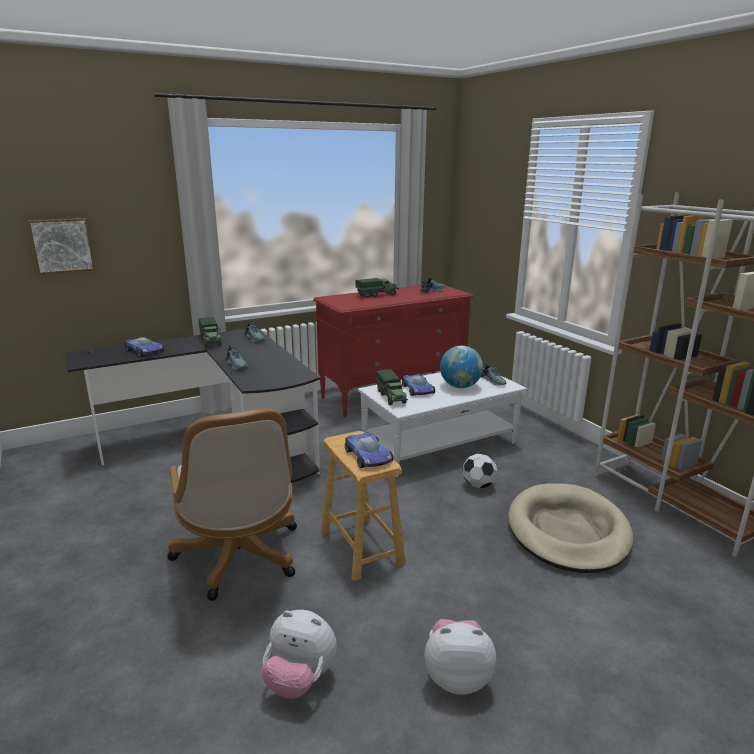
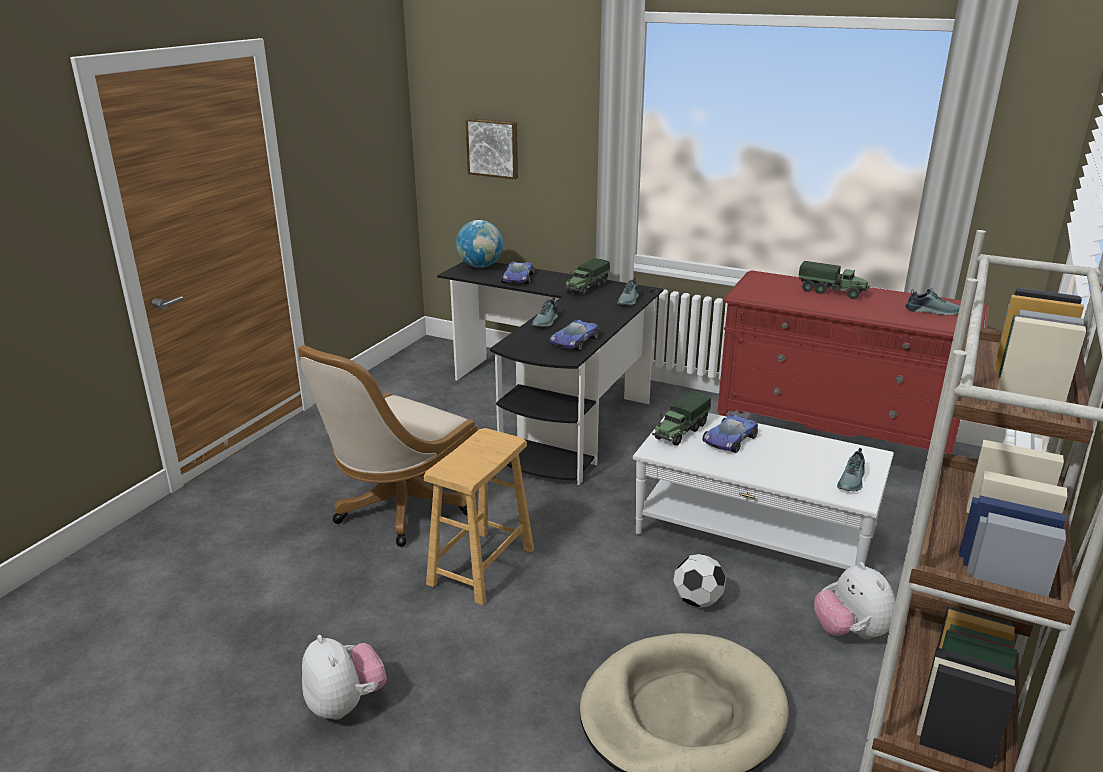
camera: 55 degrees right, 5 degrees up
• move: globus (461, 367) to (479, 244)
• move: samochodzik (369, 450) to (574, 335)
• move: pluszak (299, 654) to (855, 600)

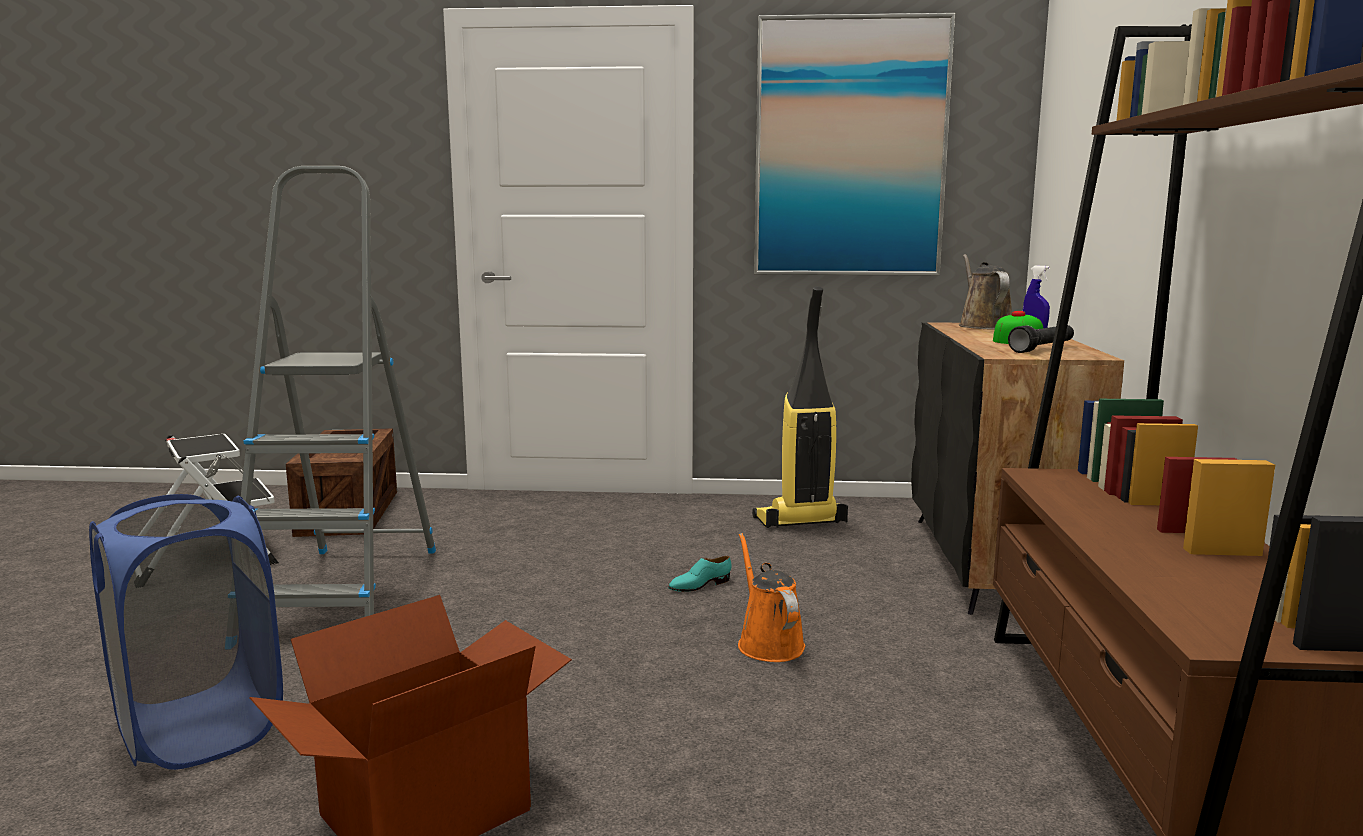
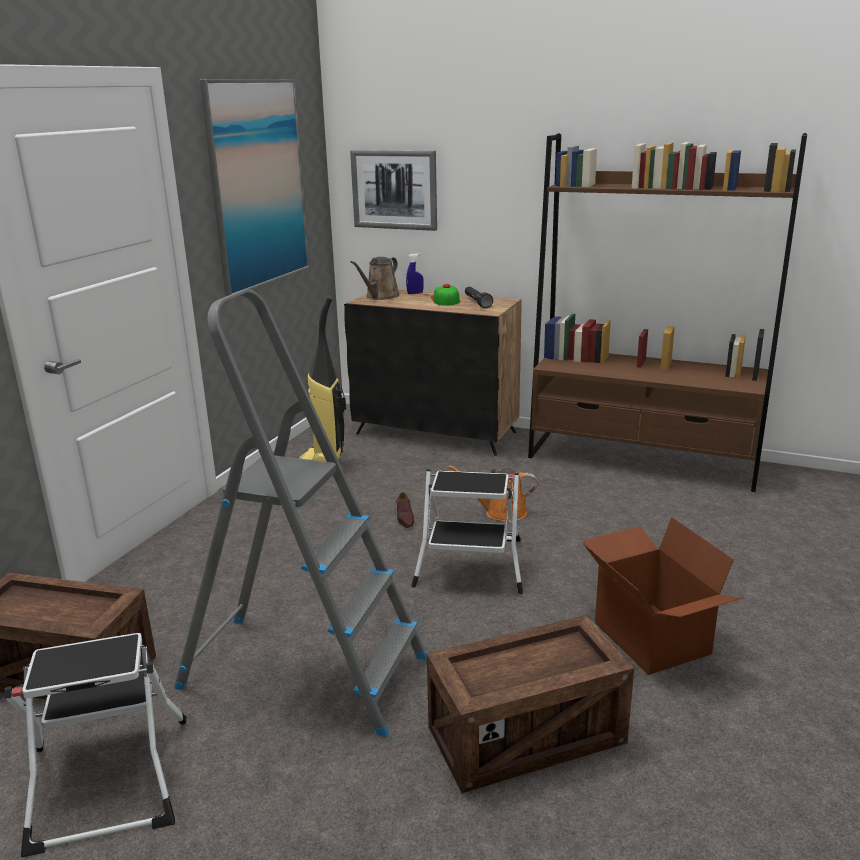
camera: 70 degrees left, 10 degrees up
• insert: obraz (393, 190)
• rotate: konewka [brązowy] (985, 292) = (375, 278) 75 degrees counterclockwise
• recolor: but [turkusowy] (699, 574) to but [brązowy] (405, 510)
• insert: drabinka (467, 531)
• replace: kosz na pranie [niebieski] (186, 632) to skrzynka (530, 704)

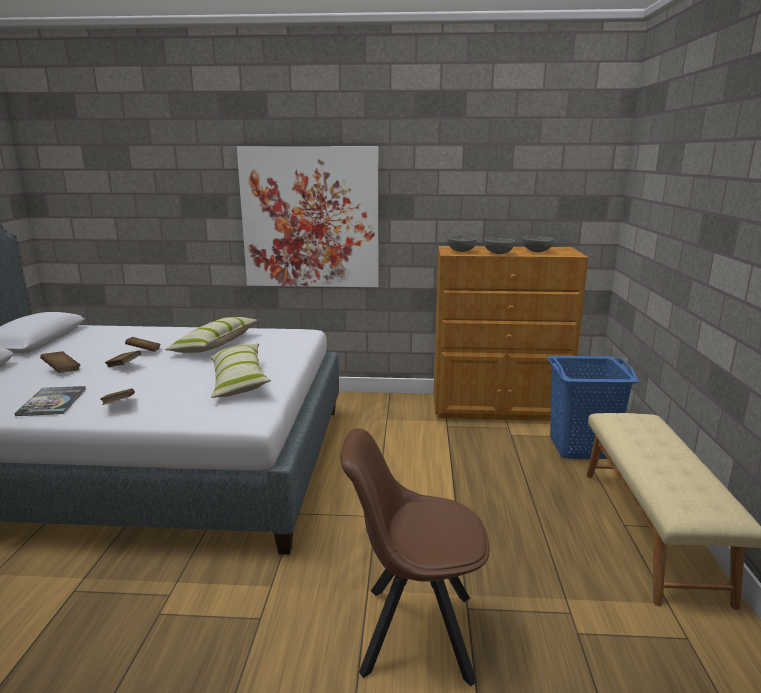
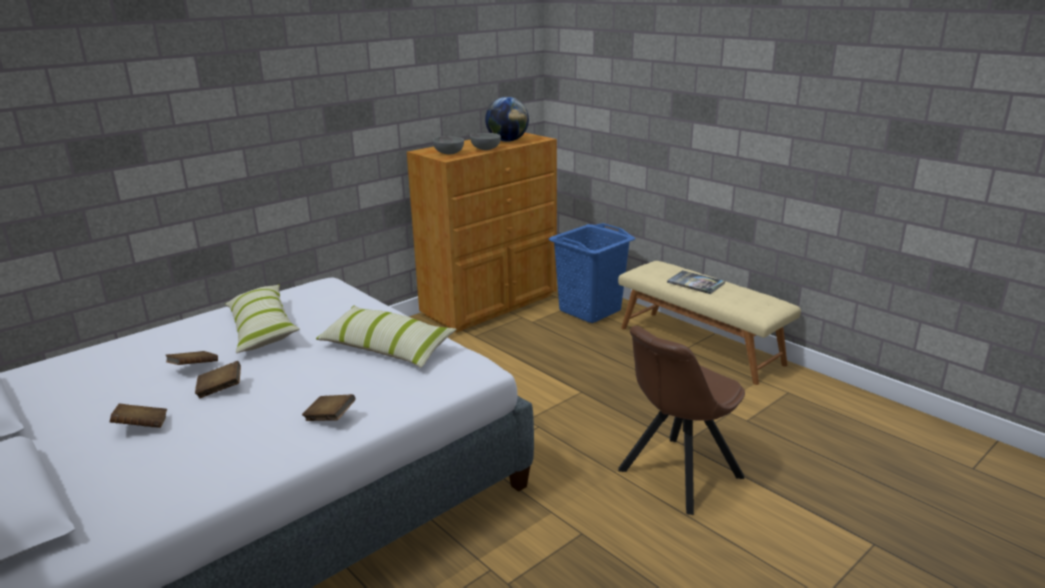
camera: 45 degrees left, 5 degrees up
• replace: miska [szary] (538, 244) to globus (507, 119)
• move: książka (50, 401) to (696, 282)
• delete: obraz (308, 216)

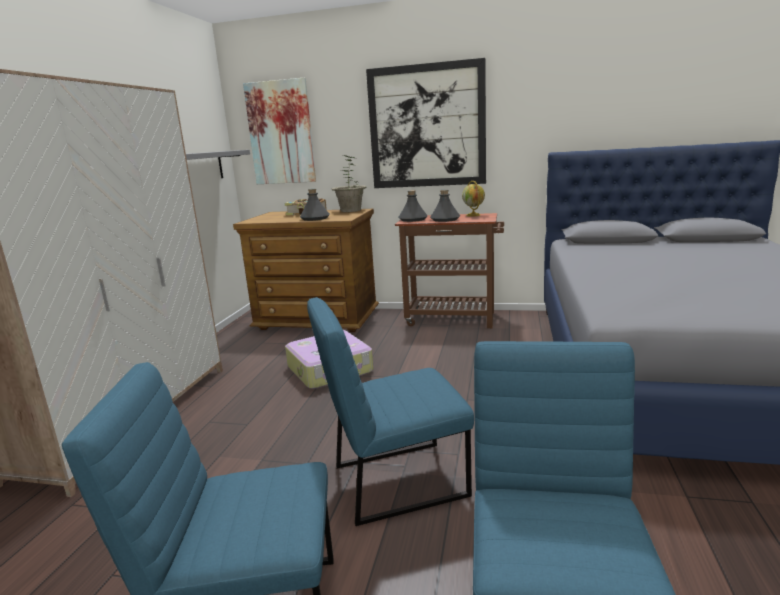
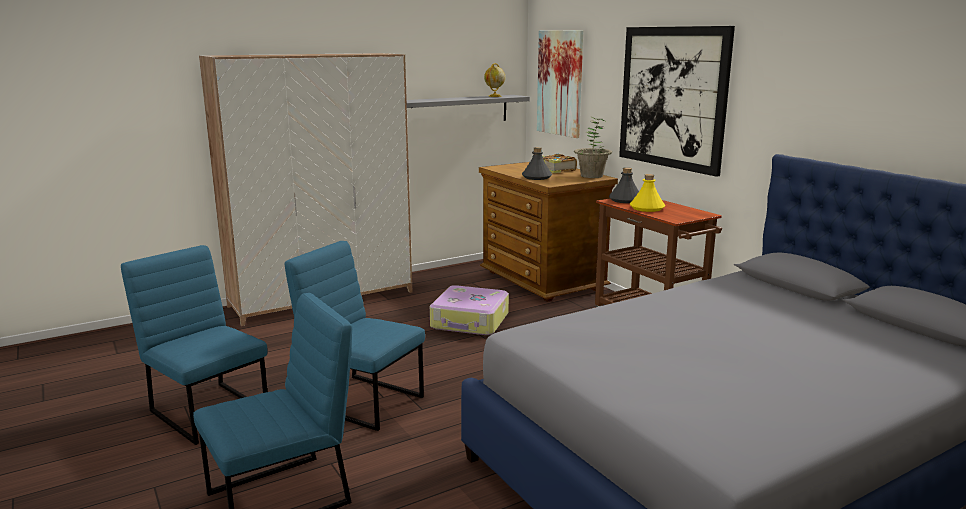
camera: 45 degrees right, 0 degrees up
• move: globus (473, 198) to (494, 80)
• recolor: butelka [szary] (445, 206) to butelka [żółty] (647, 193)

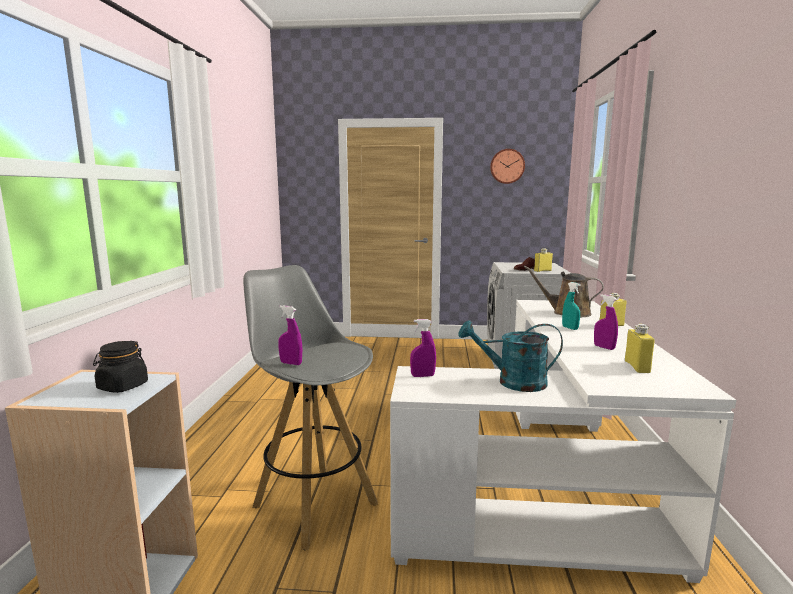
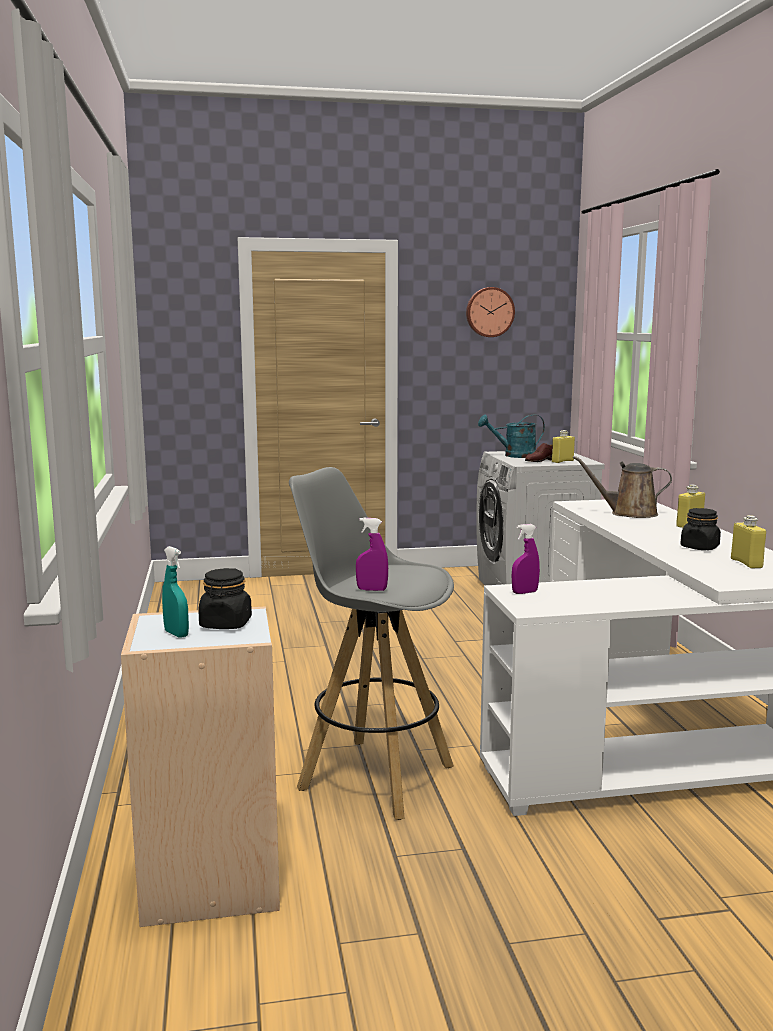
camera: 15 degrees left, 0 degrees up
• move: spryskiwacz [turkusowy] (571, 306) to (175, 592)
• move: konewka [turkusowy] (510, 356) to (511, 436)
• replace: spryskiwacz [fioletowy] (606, 322) to słoik [czarny] (700, 529)

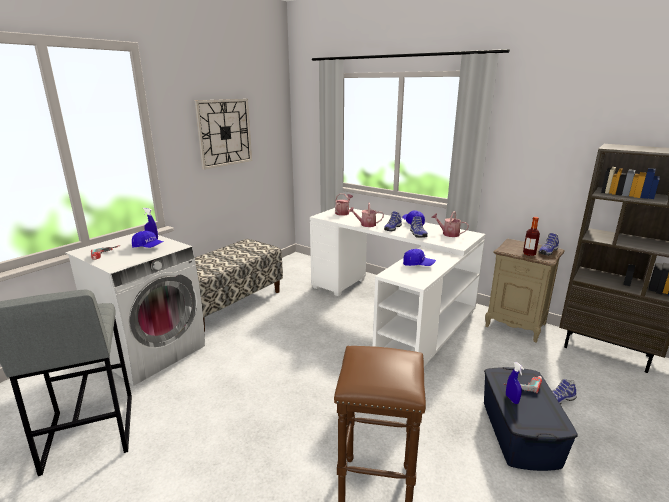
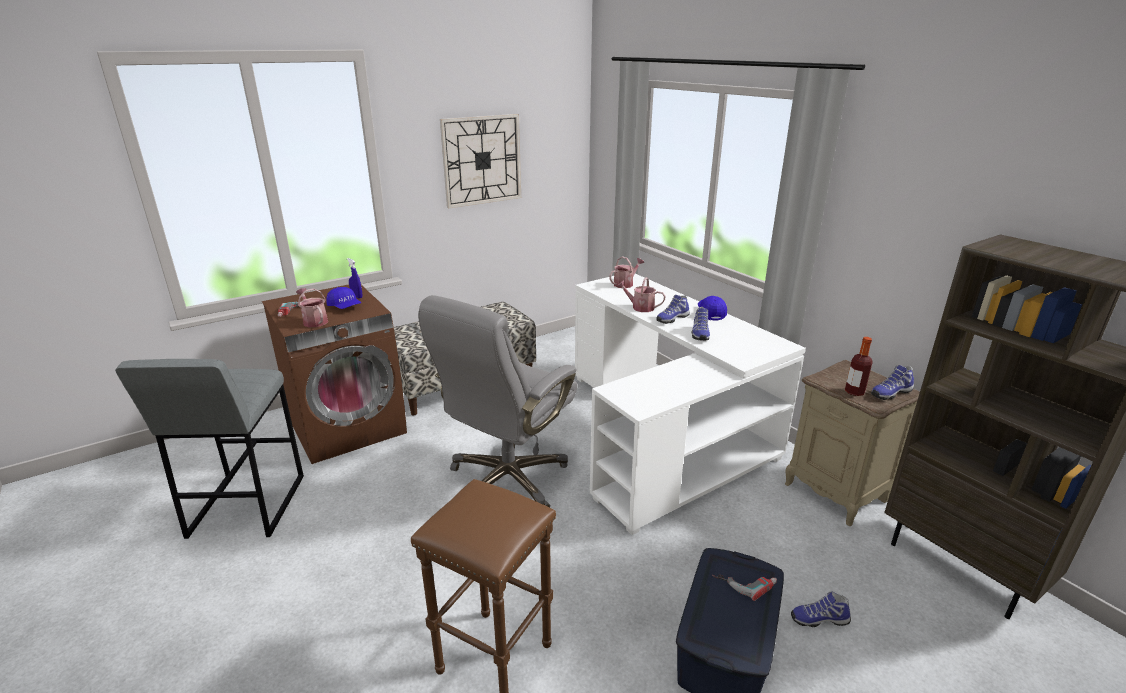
camera: 20 degrees right, 5 degrees up
• recolor: pralka [biały] (135, 308) to pralka [brązowy] (334, 374)
• move: konewka (450, 224) to (312, 307)
• insert: krzesło biurowe [szary] (498, 401)
• delete: czapka z daszkiem [niebieski] (419, 257)
• delete: spryskiwacz [niebieski] (515, 383)

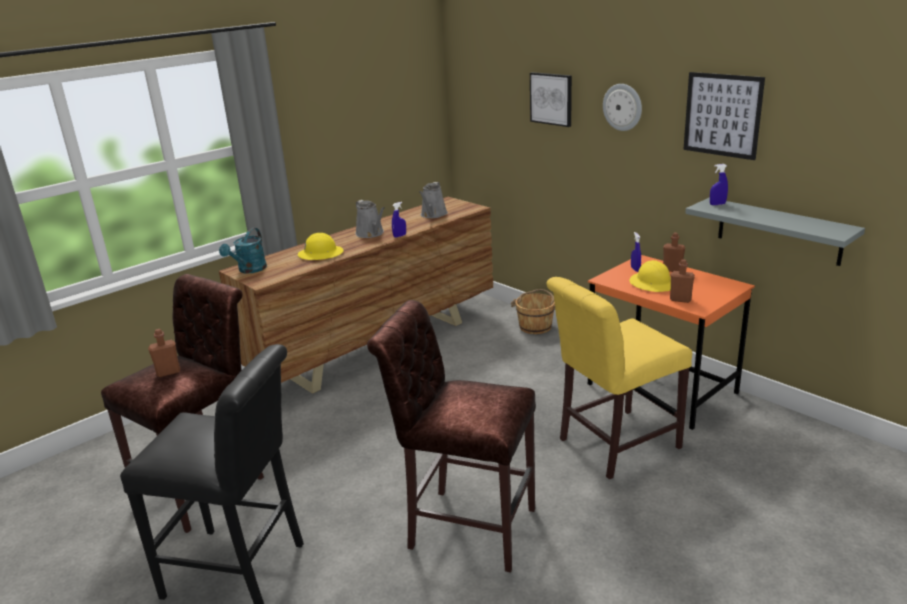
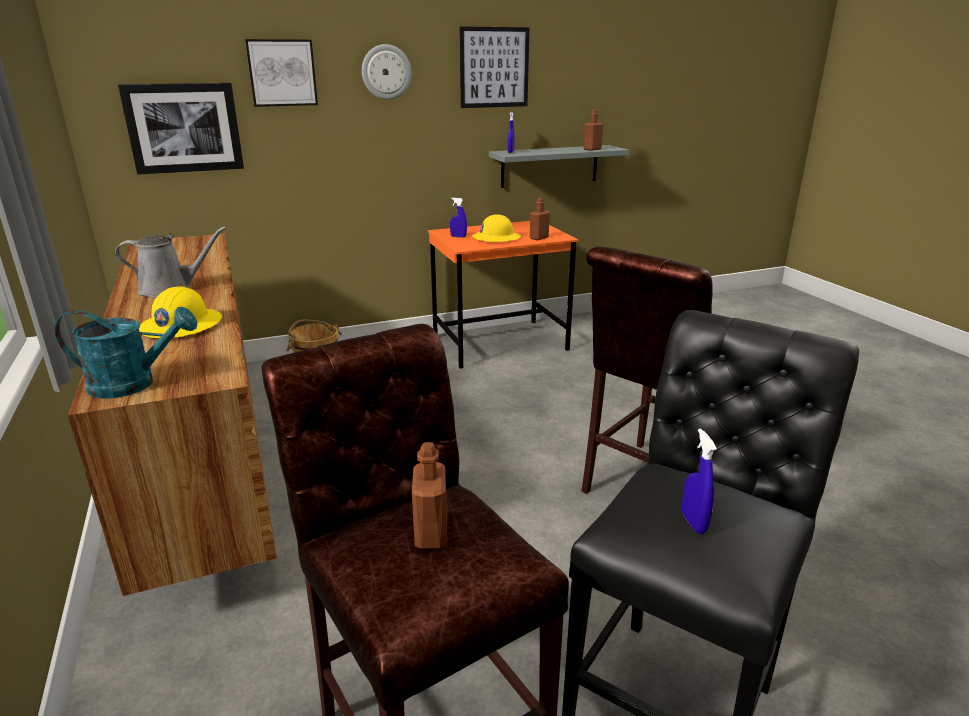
camera: 70 degrees left, 0 degrees up
• rotate: konewka [turkusowy] (243, 251) = (126, 353) 45 degrees counterclockwise
• insert: obraz (181, 129)
• move: butelka [brązowy] (674, 252) to (593, 130)
• move: spryskiwacz [niebieski] (399, 220) to (699, 481)
• delete: konewka [szary] (433, 200)
• delete: krzesło [żółty] (619, 378)

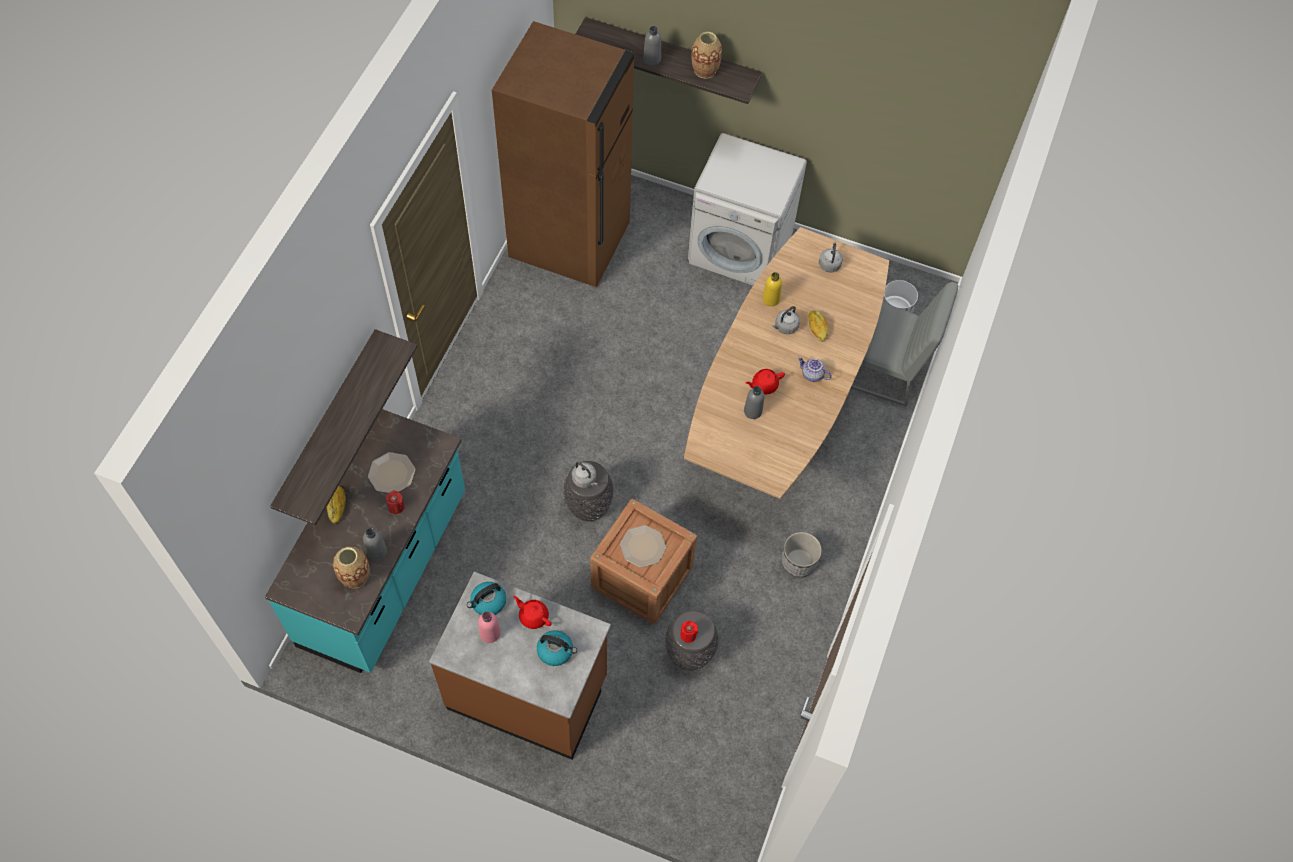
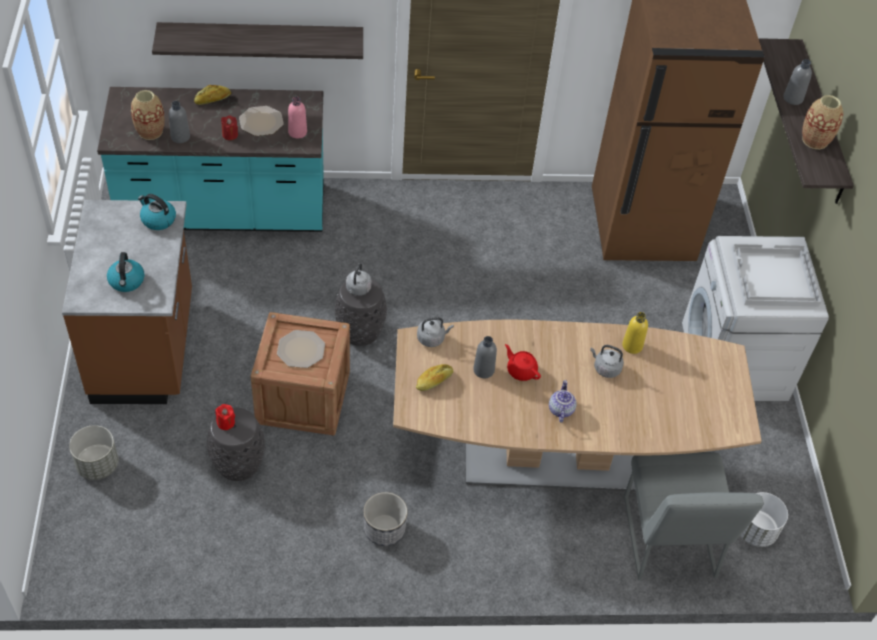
camera: 65 degrees right, 10 degrees down
• insert: donica [szary] (93, 452)
• move: butelka [różowy] (489, 627) to (297, 117)
• move: chleb (818, 326) to (434, 377)
• move: czajnik [szary] (831, 256) to (435, 332)
• insert: taca [biały] (776, 275)
• delete: imbryk [czerwony] (532, 612)

